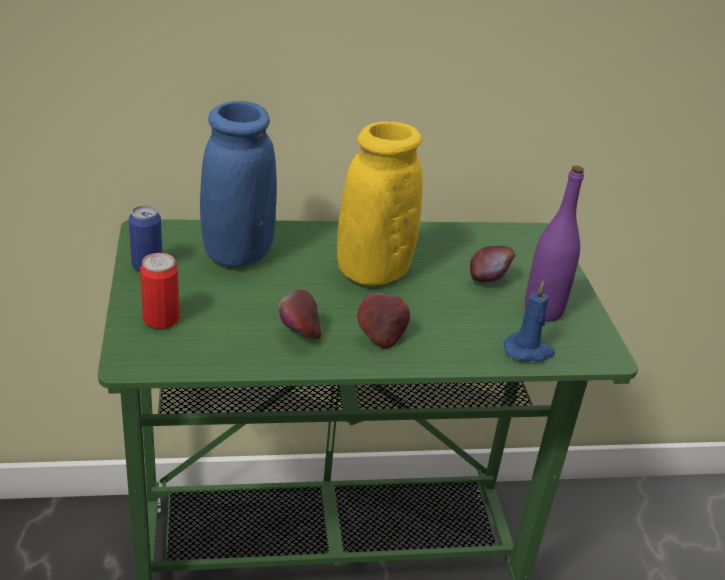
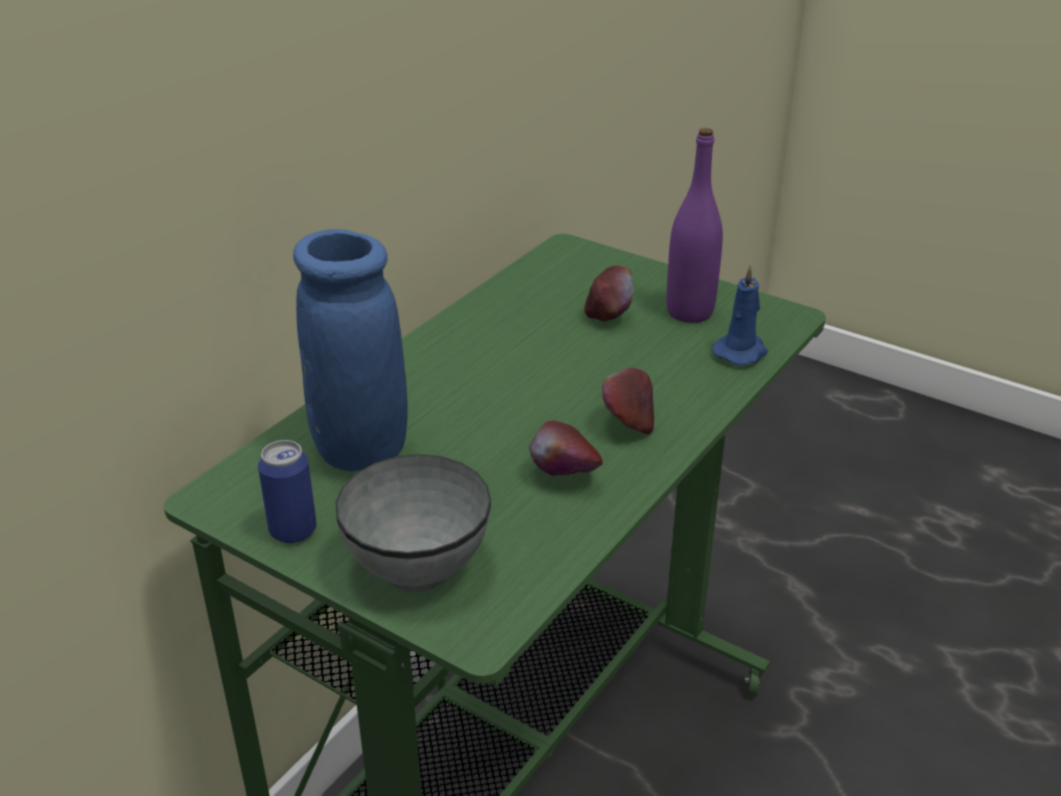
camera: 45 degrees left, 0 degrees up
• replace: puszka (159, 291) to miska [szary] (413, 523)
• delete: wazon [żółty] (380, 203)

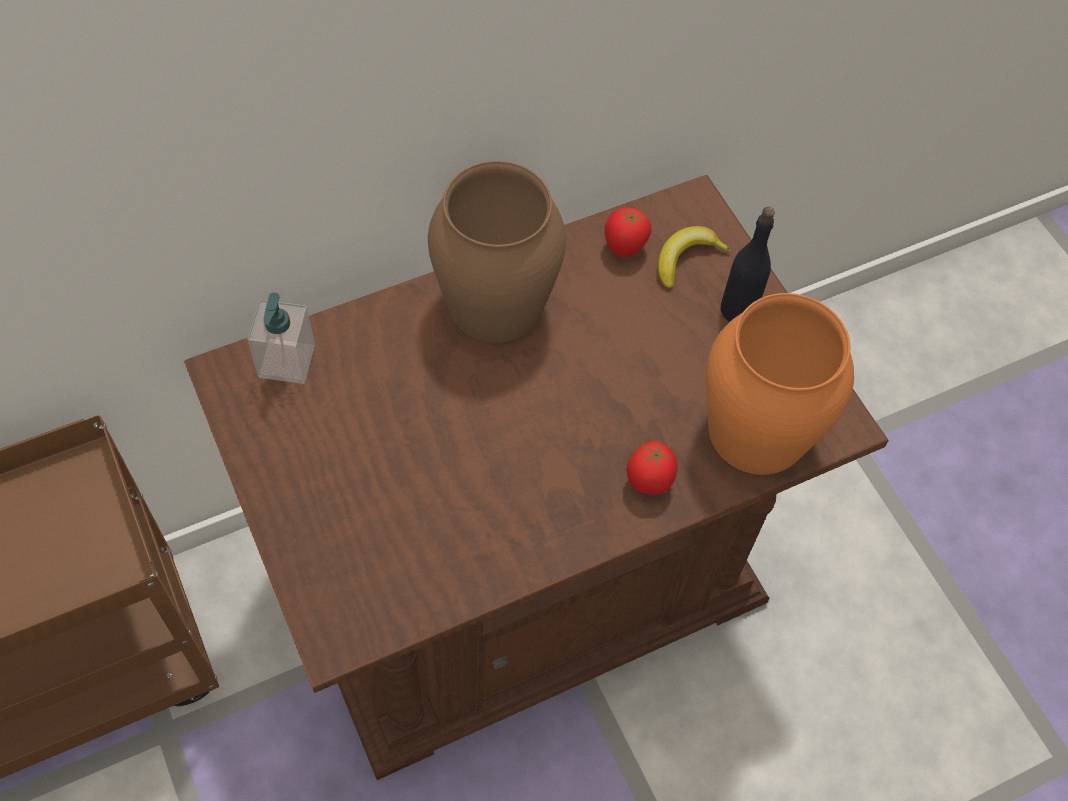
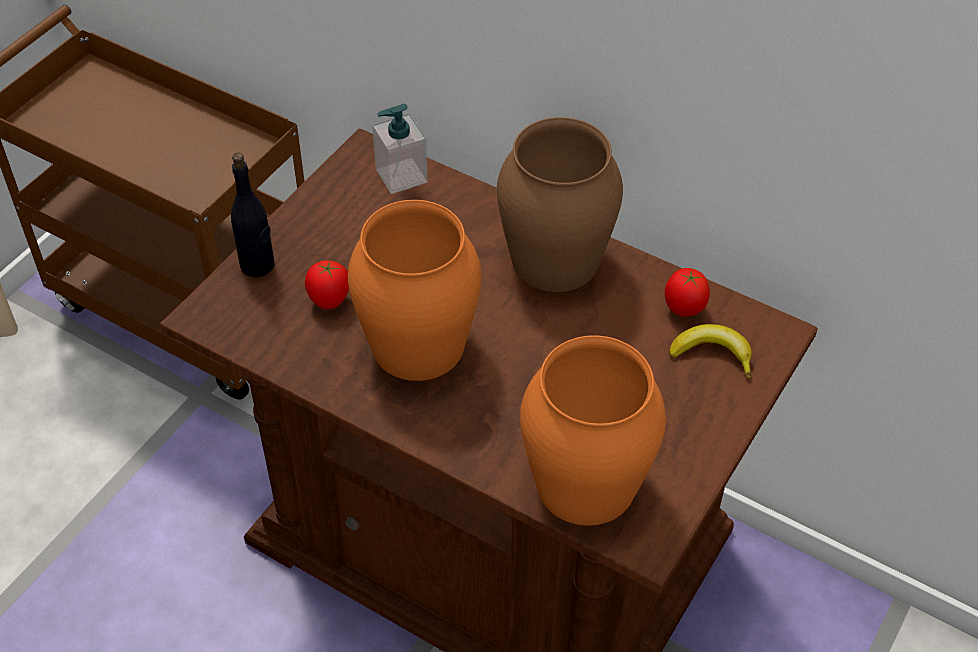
camera: 60 degrees right, 10 degrees down
• move: butelka [czarny] (748, 264) to (253, 214)
• move: pomidor (652, 468) to (327, 284)
• insert: wazon [pomarańczowy] (414, 290)

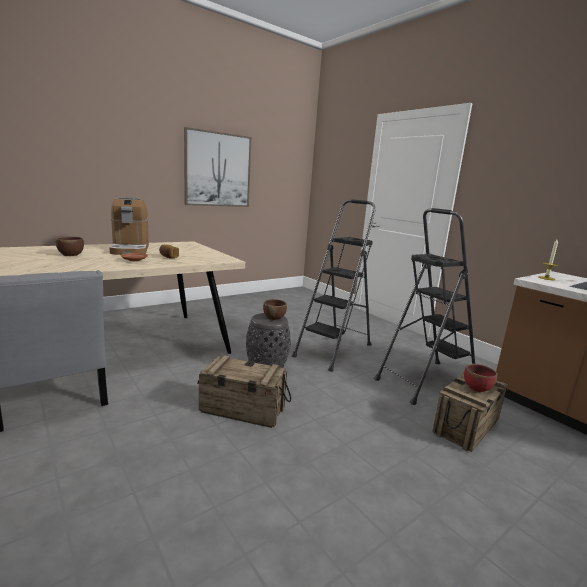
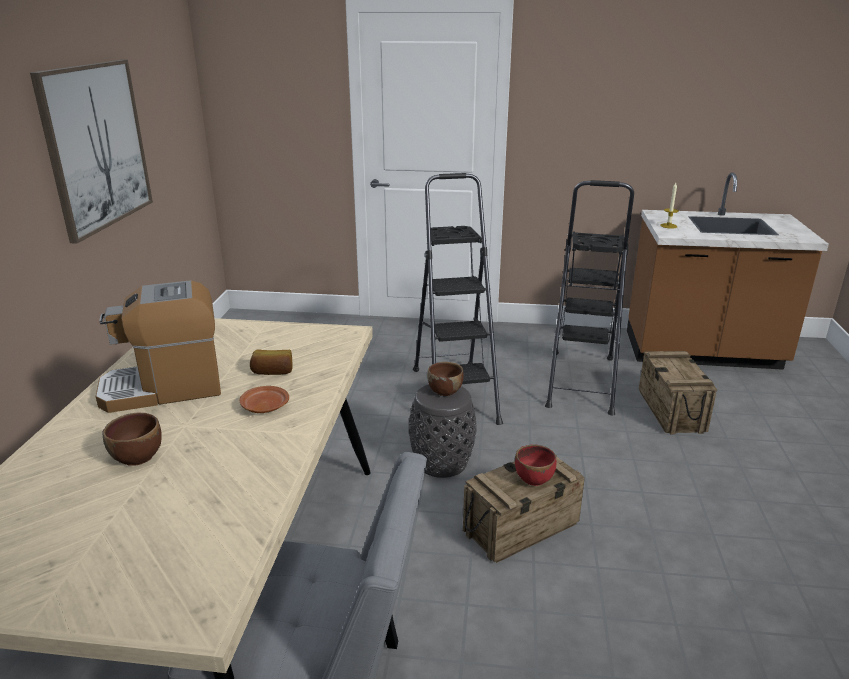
camera: 45 degrees left, 10 degrees up
• rotate: ekspres do kawy (129, 226) = (158, 346) 135 degrees clockwise
• move: miska [czerwony] (480, 378) to (536, 465)

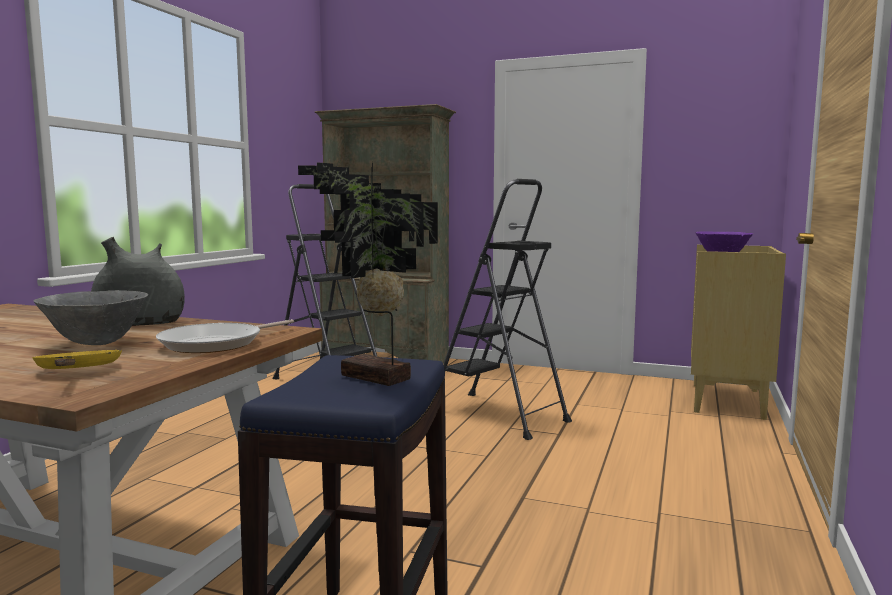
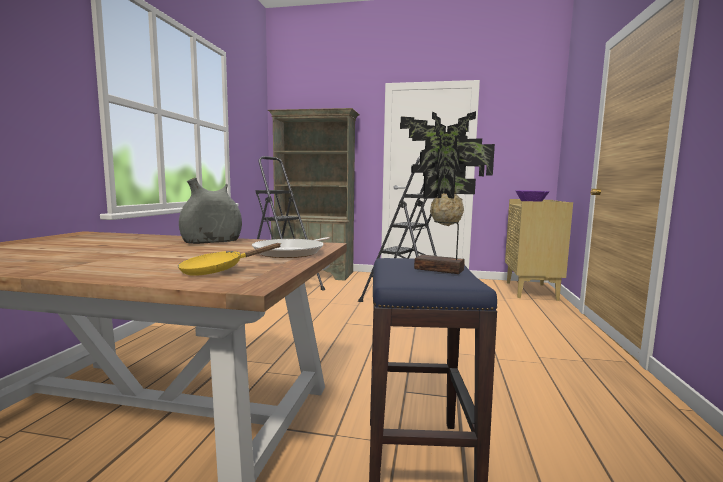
camera: 10 degrees left, 0 degrees up
• rotate: patelnia [żółty] (77, 359) = (229, 259) 90 degrees counterclockwise
• delete: miska [szary] (91, 317)

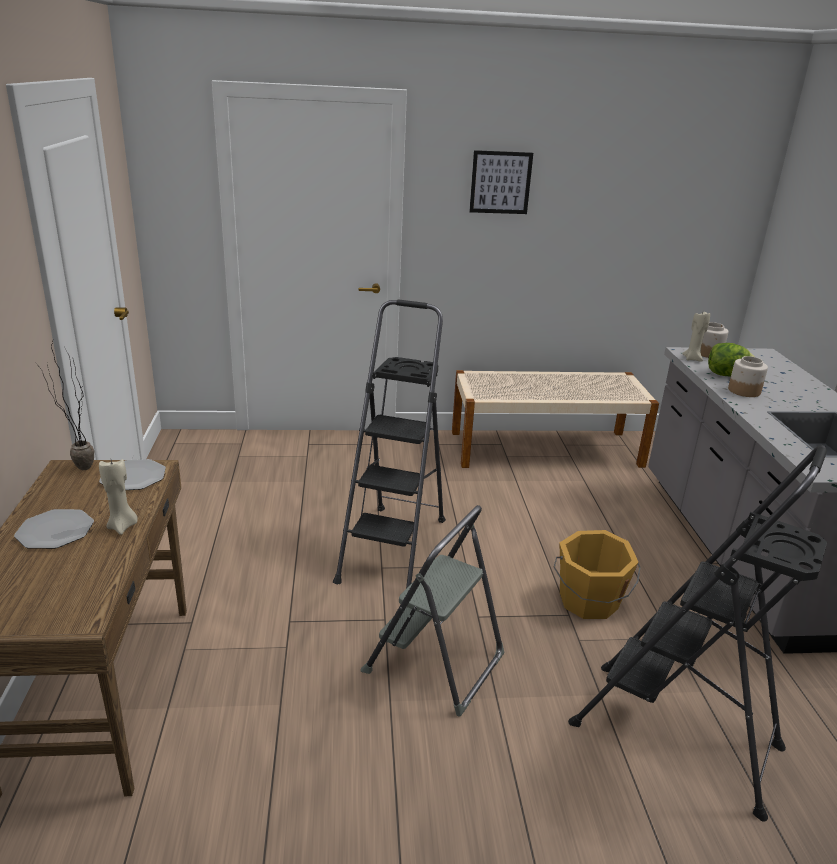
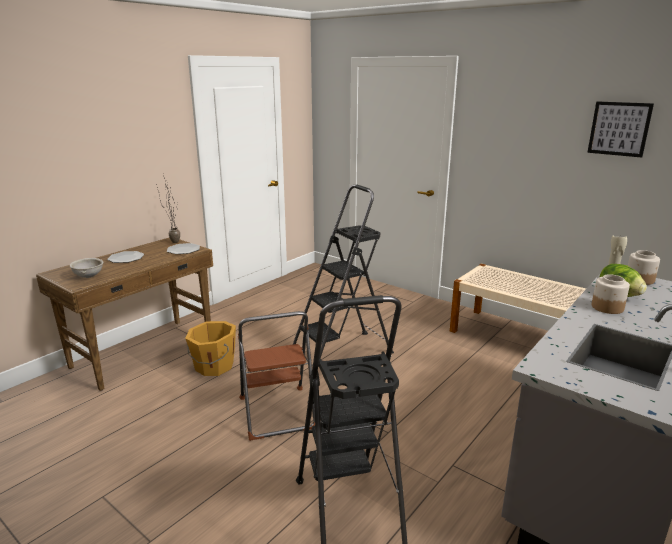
camera: 45 degrees right, 5 degrees down
• insert: miska [szary] (86, 268)
• move: wiadro [pomarańczowy] (597, 574) to (210, 348)
• recolor: drabinka [szary] (432, 611) to drabinka [brązowy] (276, 376)
• move: obraz (501, 182) to (620, 129)
• delete: świeca [beżowy] (118, 497)

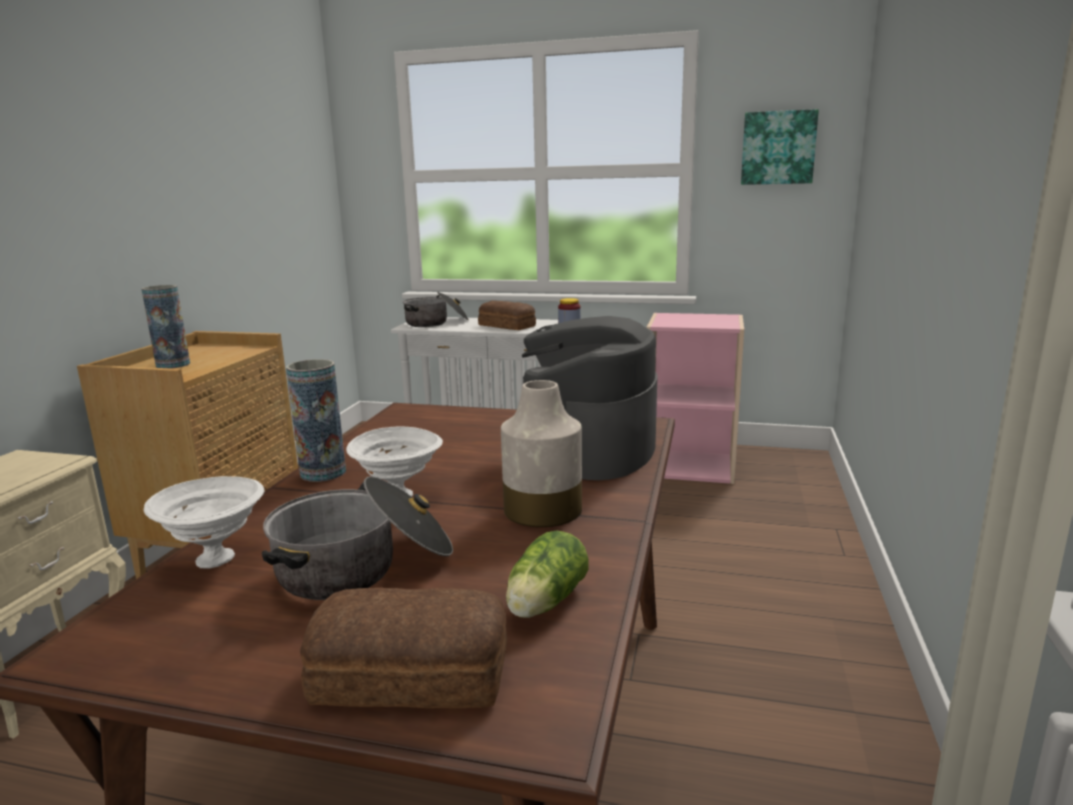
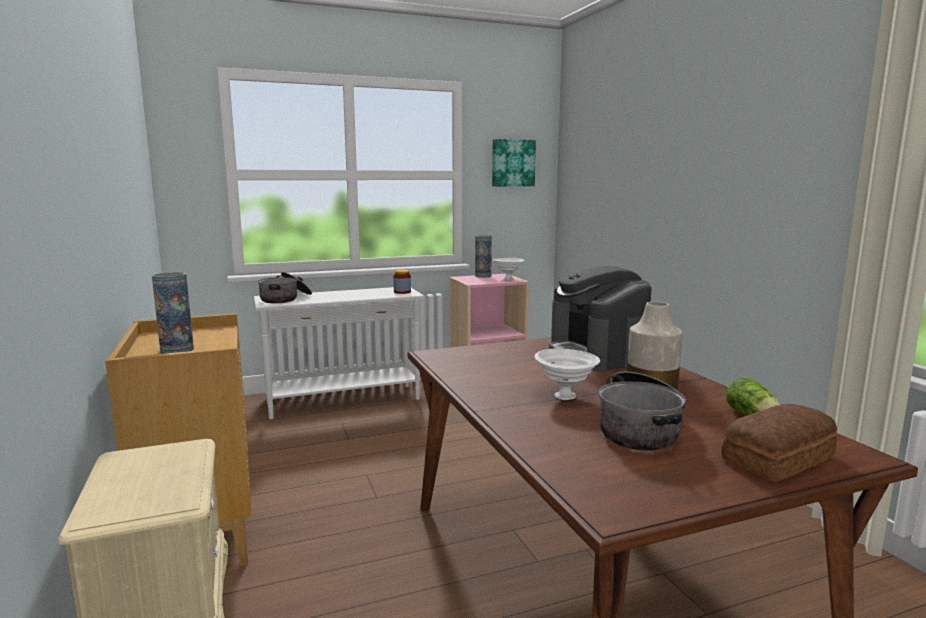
camera: 35 degrees left, 5 degrees down
• move: wazon (316, 420) to (483, 256)
• move: miska [biały] (204, 522) to (508, 268)
• delete: chleb (507, 315)

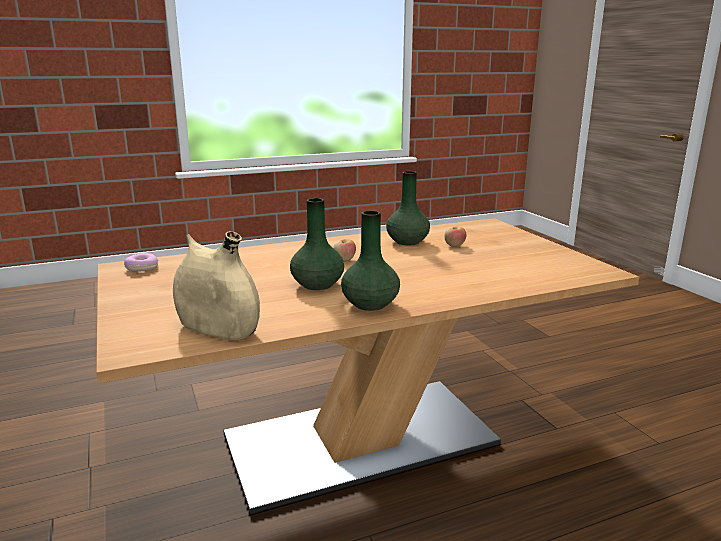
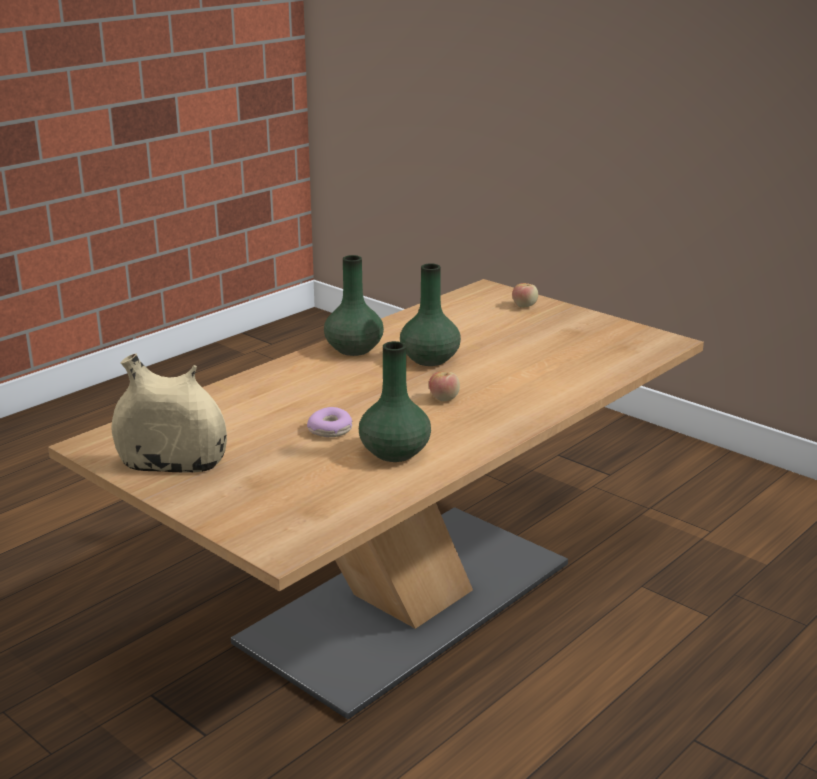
camera: 155 degrees right, 5 degrees up
• move: wazon [beżowy] (216, 285) to (169, 413)
• move: donut (141, 262) to (329, 422)
• move: jabłko (455, 236) to (525, 295)

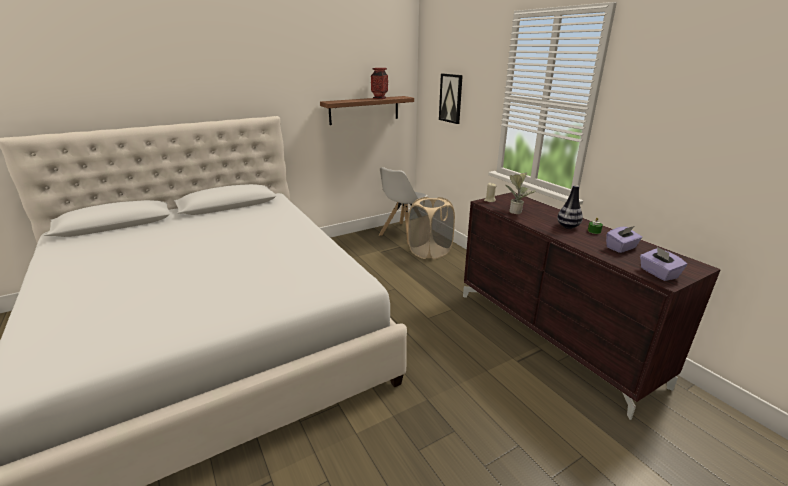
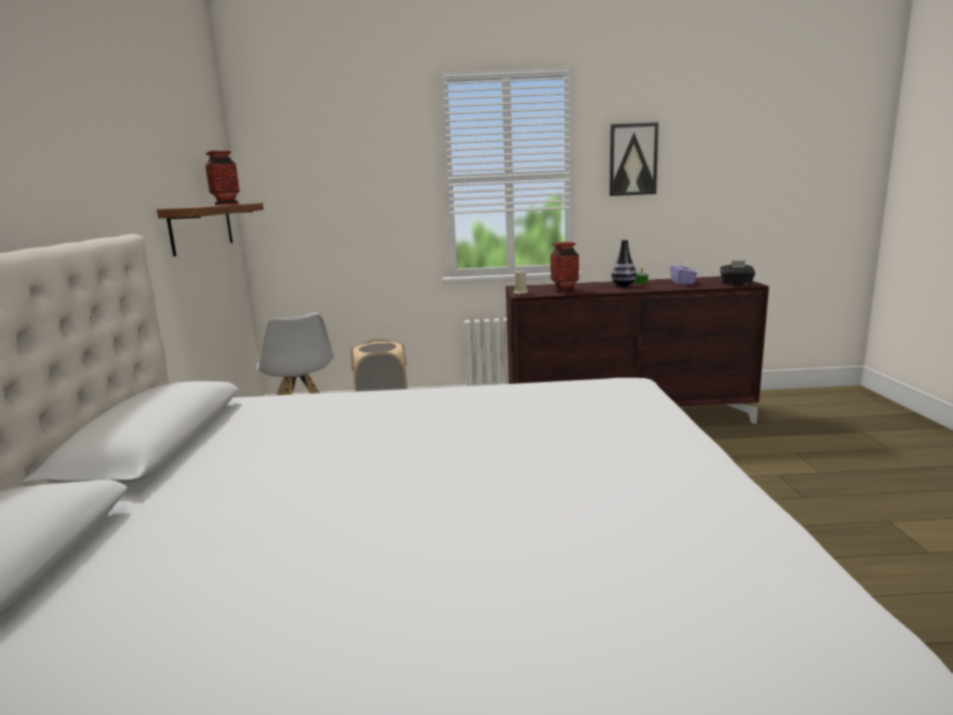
camera: 60 degrees left, 10 degrees down
• replace: roślina doniczkowa (520, 193) to wazon (564, 267)
• move: obraz (451, 99) to (634, 159)
• recolor: pudełko chusteczek [fioletowy] (663, 264) to pudełko chusteczek [czarny] (738, 272)

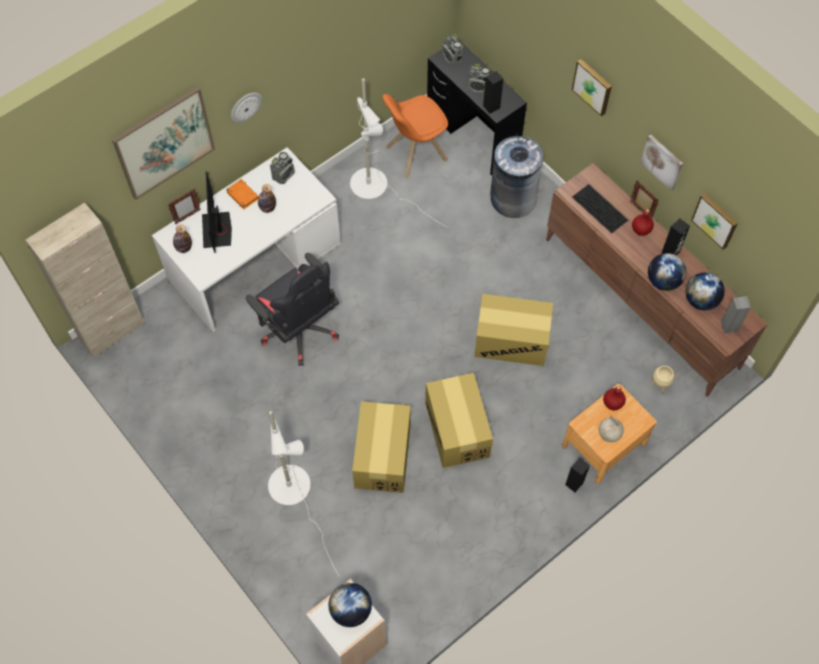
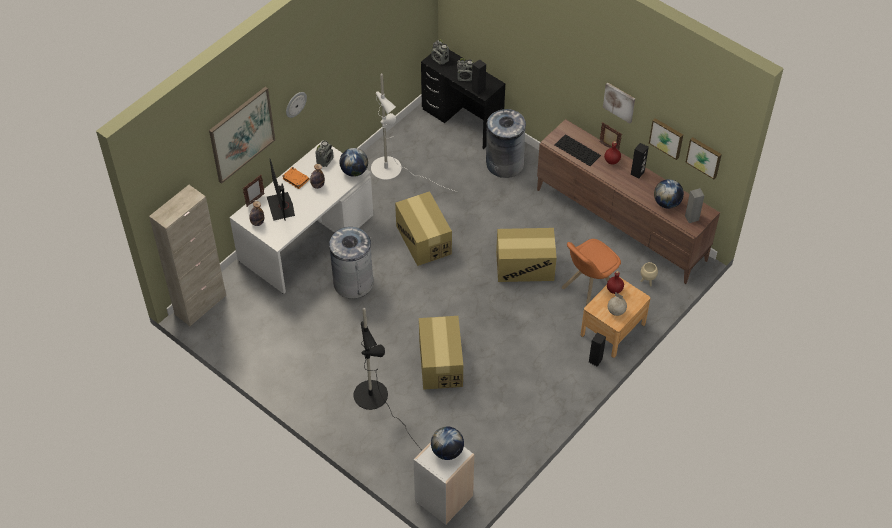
camera: 10 degrees left, 10 degrees down
• replace: krzesło biurowe [czarny] (292, 309) to kosz na śmieci [szary] (351, 263)
• move: globus (667, 272) to (354, 162)
• recolor: lampa stojąca [biały] (304, 494) to lampa stojąca [czarny] (388, 379)
• move: karton (459, 420) to (423, 228)
• move: krzesło [pomarańczowy] (415, 136) to (591, 272)
• move: obraz (592, 87) to (703, 158)

